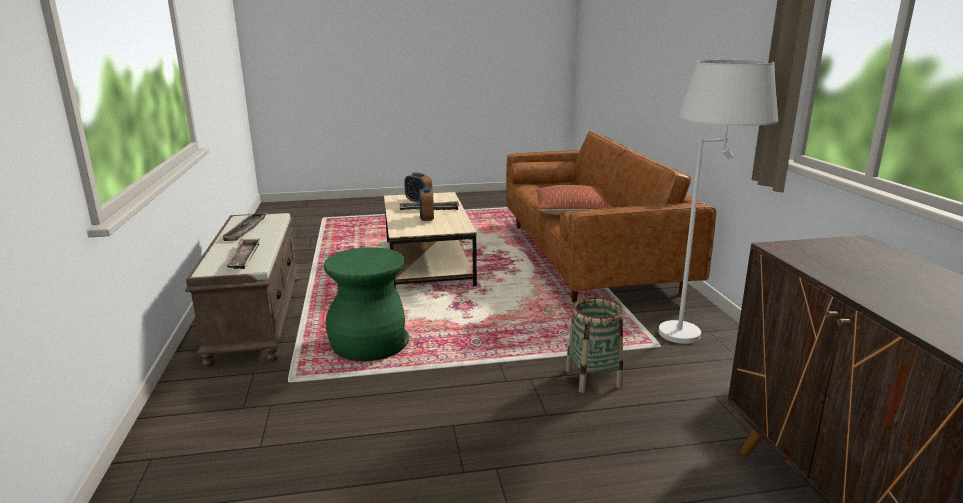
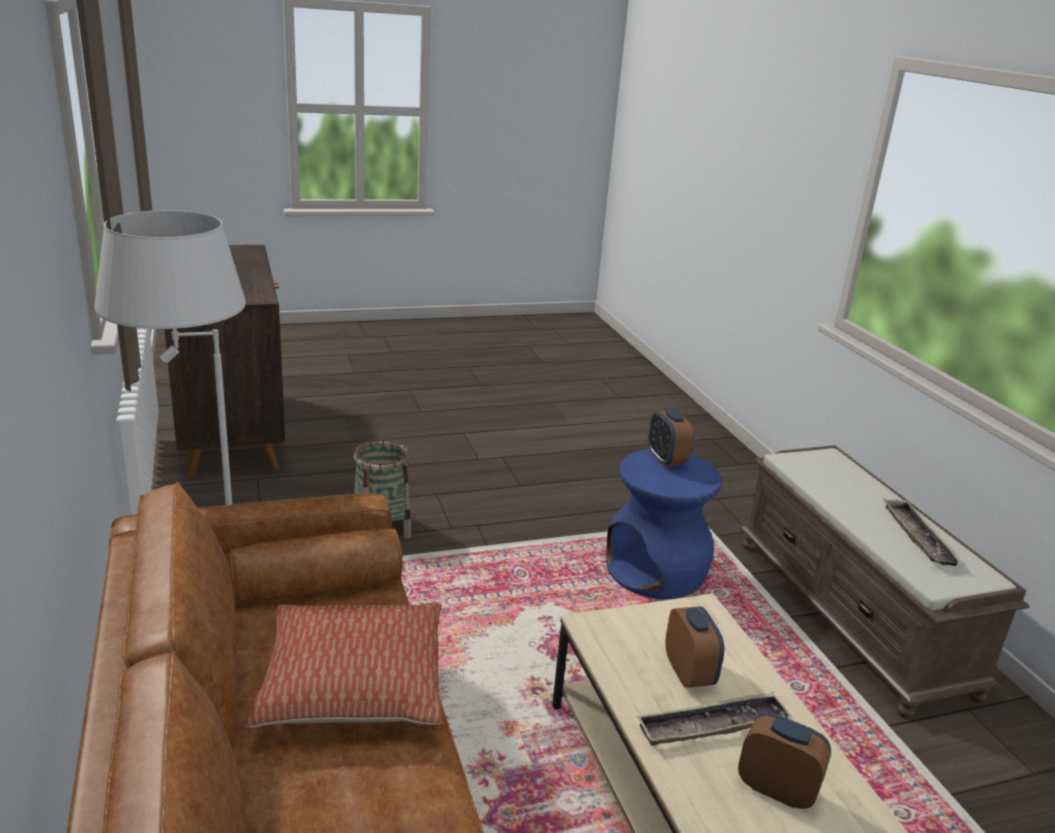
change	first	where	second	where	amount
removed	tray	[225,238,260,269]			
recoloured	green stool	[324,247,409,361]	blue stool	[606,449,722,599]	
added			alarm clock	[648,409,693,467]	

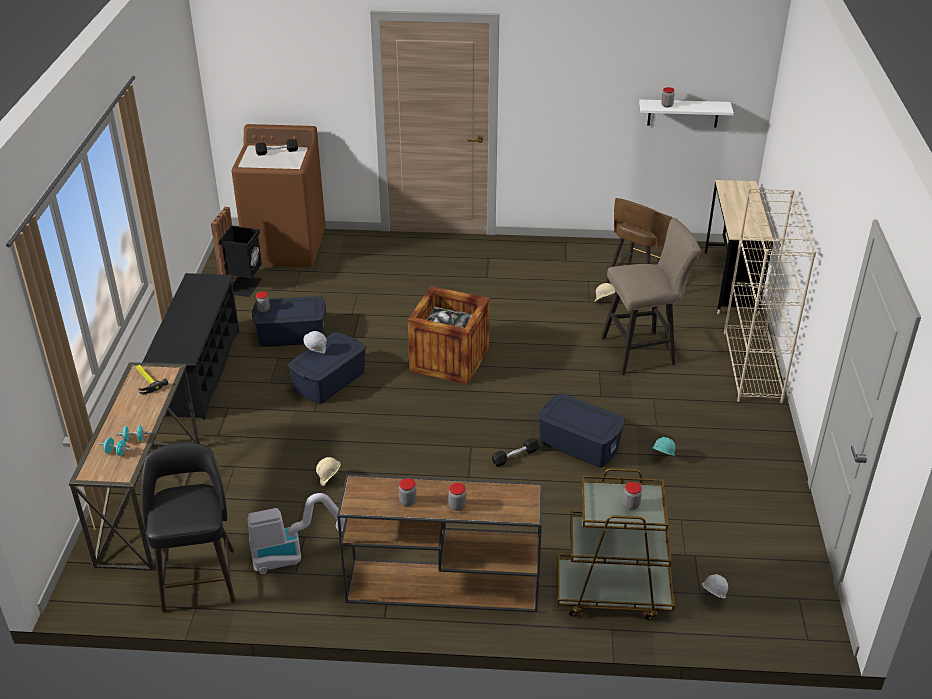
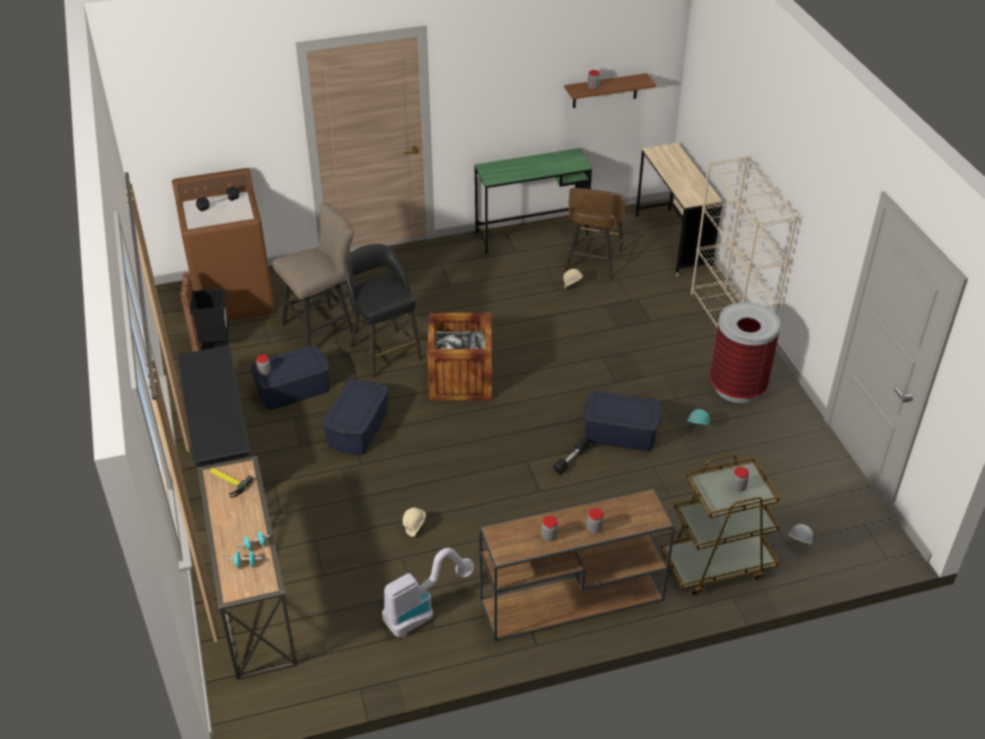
change	first	where	second	where	amount
recoloured	white shelf	[639,100,734,128]	brown shelf	[564,73,656,108]	
moved	beige stool	[601,218,701,375]		[273,202,354,347]	
removed	white hard hat	[303,331,327,354]			
moved	black stool	[141,442,236,612]		[345,244,422,378]	
added			green desk	[475,148,592,254]	
added			trash can	[710,302,781,403]	

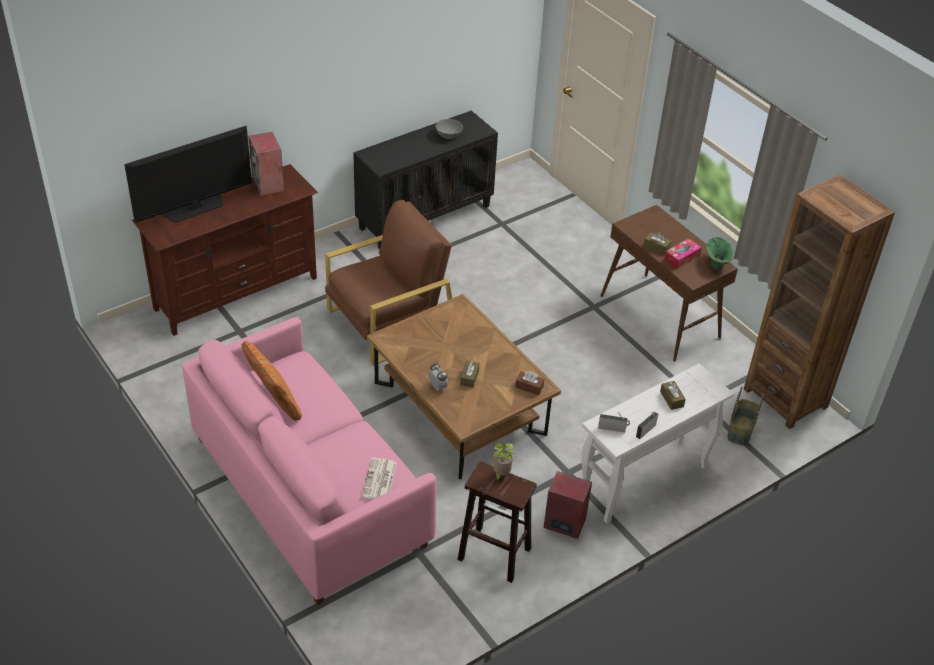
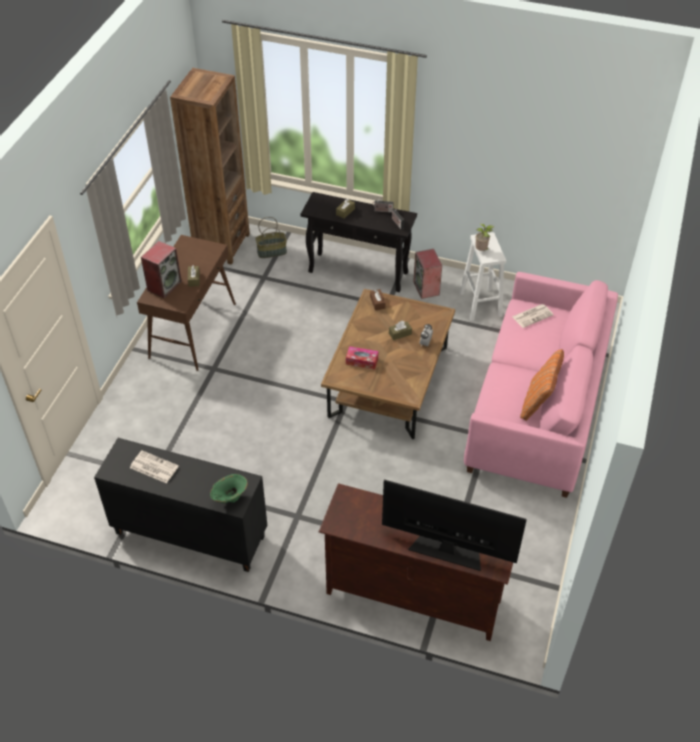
change	first	where	second	where	amount
replaced	grey bowl	[436,119,463,139]	newspaper	[130,450,179,483]	
moved	speaker	[248,132,284,196]		[141,241,182,298]	
removed	brown armchair	[325,200,452,366]			
moved	green vase	[706,237,734,269]		[210,474,248,503]	
moved	tissue box	[664,238,702,269]		[346,346,378,369]	
recoloured	white console table	[581,363,734,524]	black console table	[300,192,417,292]	
recoloured	brown stool	[457,461,537,583]	white stool	[460,232,506,321]	

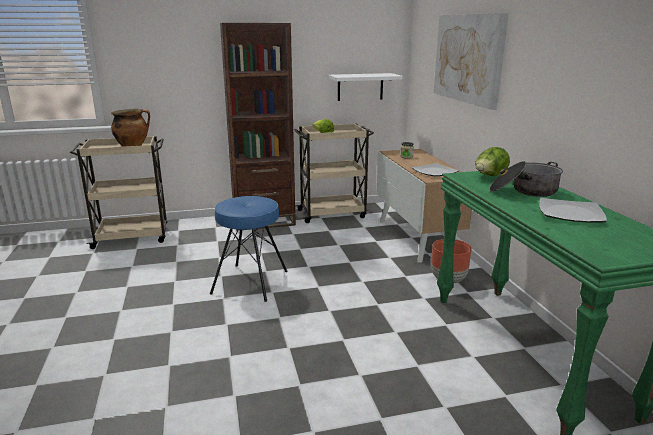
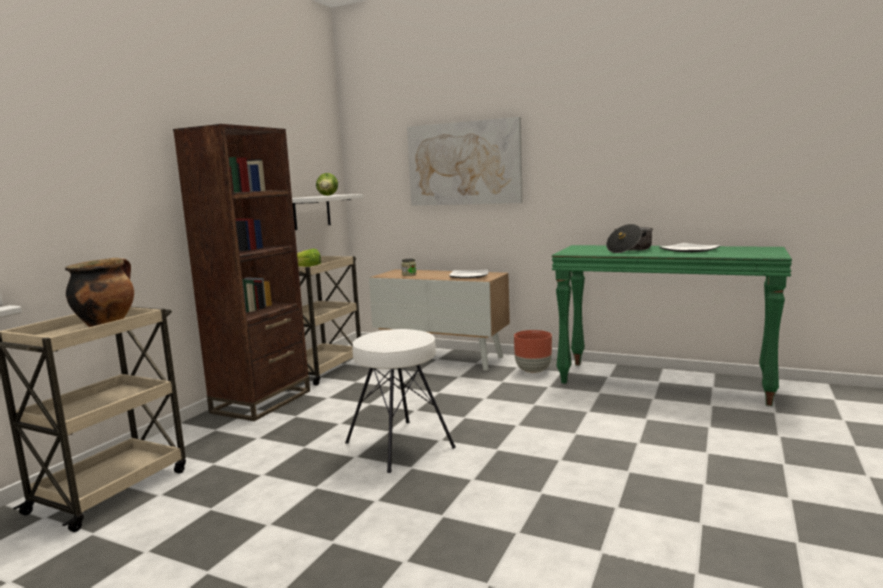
change	first	where	second	where	amount
moved	lettuce	[475,147,510,176]		[316,173,338,196]	
recoloured	blue stool	[210,196,288,302]	white stool	[345,329,456,473]	

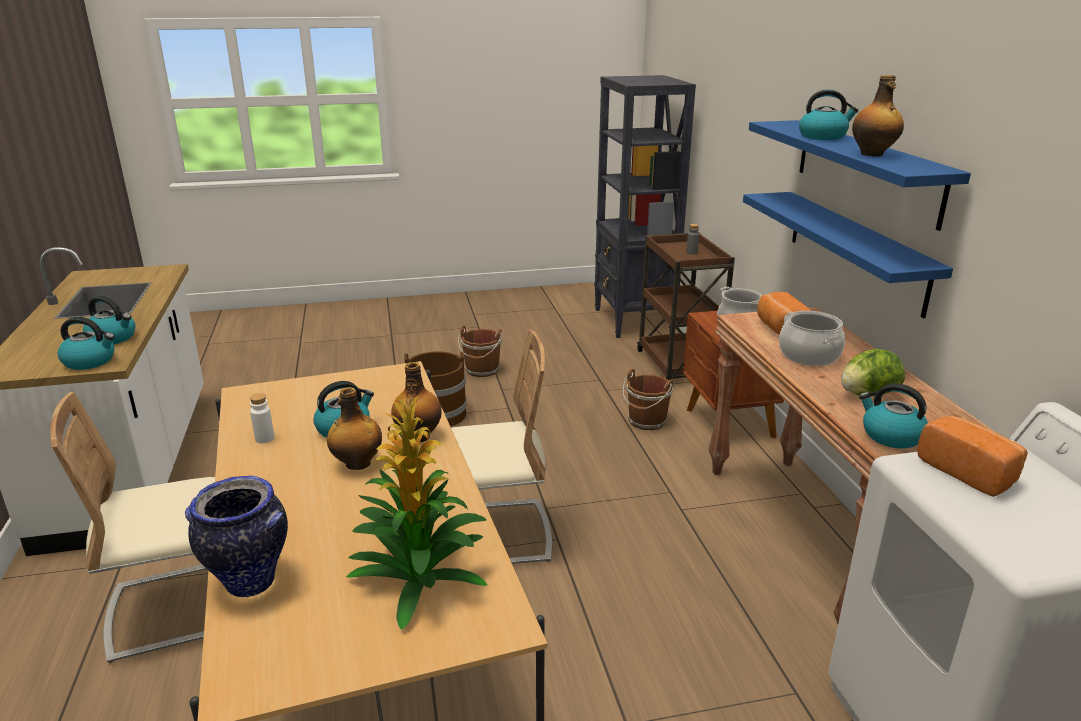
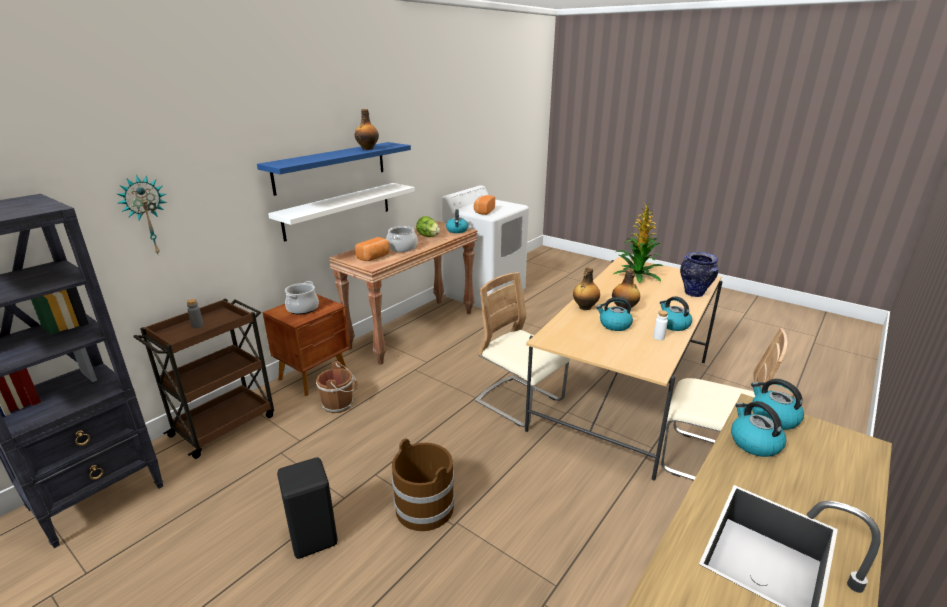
change	first	where	second	where	amount
moved	kettle	[799,90,859,140]		[660,296,692,331]	
recoloured	blue shelf	[743,192,953,318]	white shelf	[268,183,415,242]	
replaced	brown bucket	[458,326,502,377]	black stool	[277,457,338,559]	
added			wall clock	[117,175,167,256]	

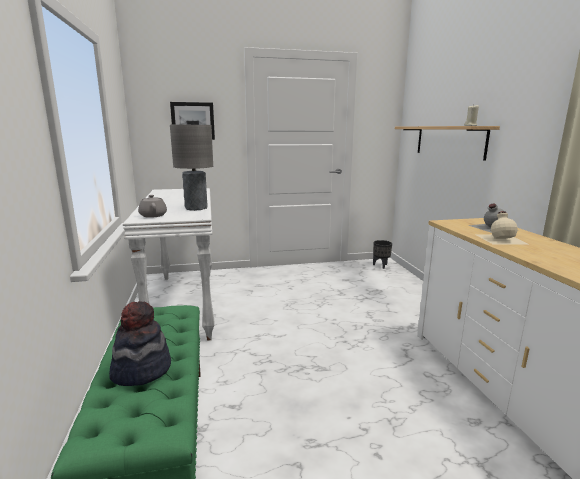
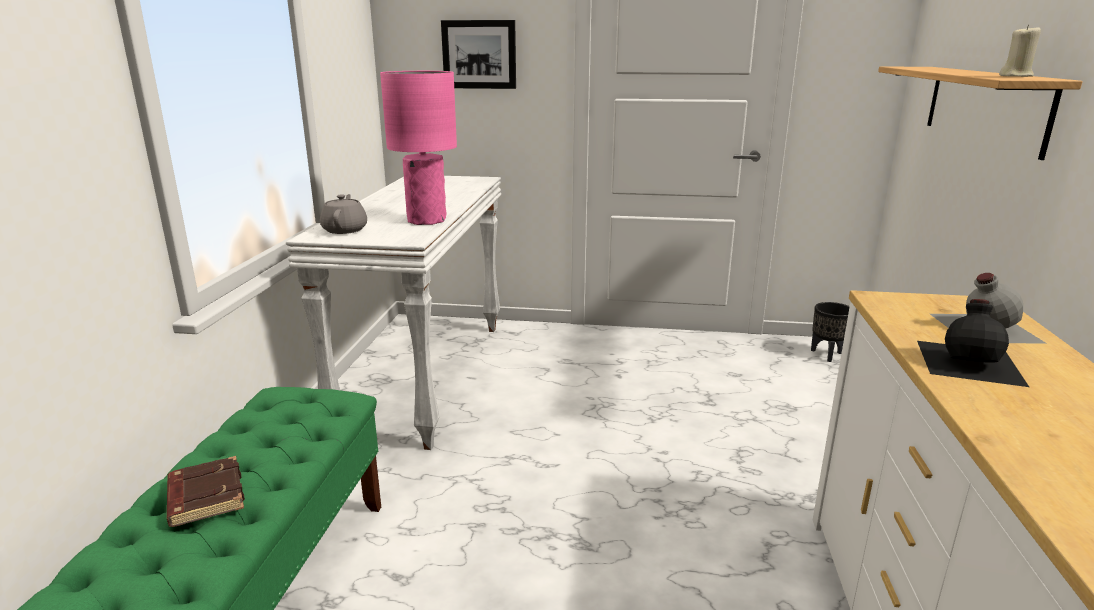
change	first	where	second	where	amount
recoloured	grey table lamp	[170,125,213,211]	pink table lamp	[380,71,457,225]	
recoloured	beige bottle	[477,211,530,245]	black bottle	[917,299,1029,387]	
replaced	hat	[109,301,171,386]	brown book	[167,456,245,527]	

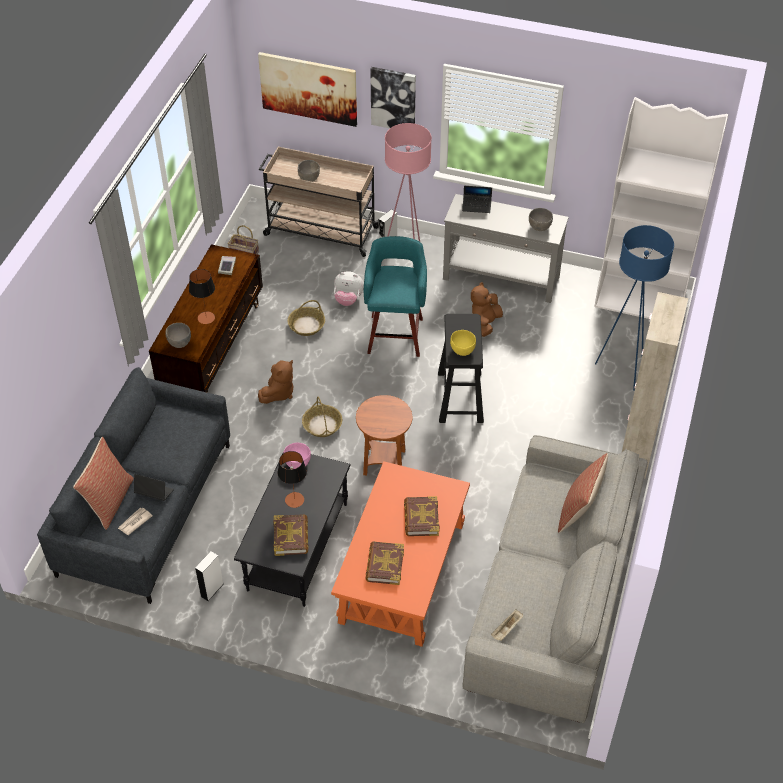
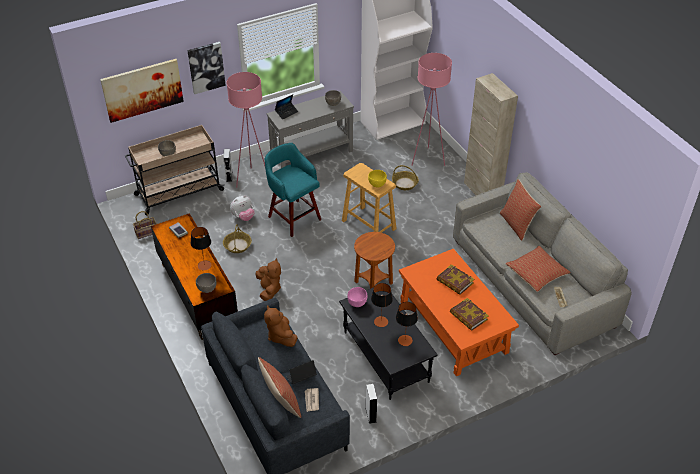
change	first	where	second	where	amount
recoloured	blue floor lamp	[595,225,674,391]	pink floor lamp	[411,53,452,166]	
moved	brown plush toy	[471,282,503,337]		[264,306,298,347]	
recoloured	black stool	[438,314,484,423]	beige stool	[342,163,397,233]	
moved	basket	[302,397,342,437]		[392,165,419,190]	
replaced	book	[273,514,309,556]	table lamp	[396,302,418,346]	
added			pillow	[505,246,571,292]	

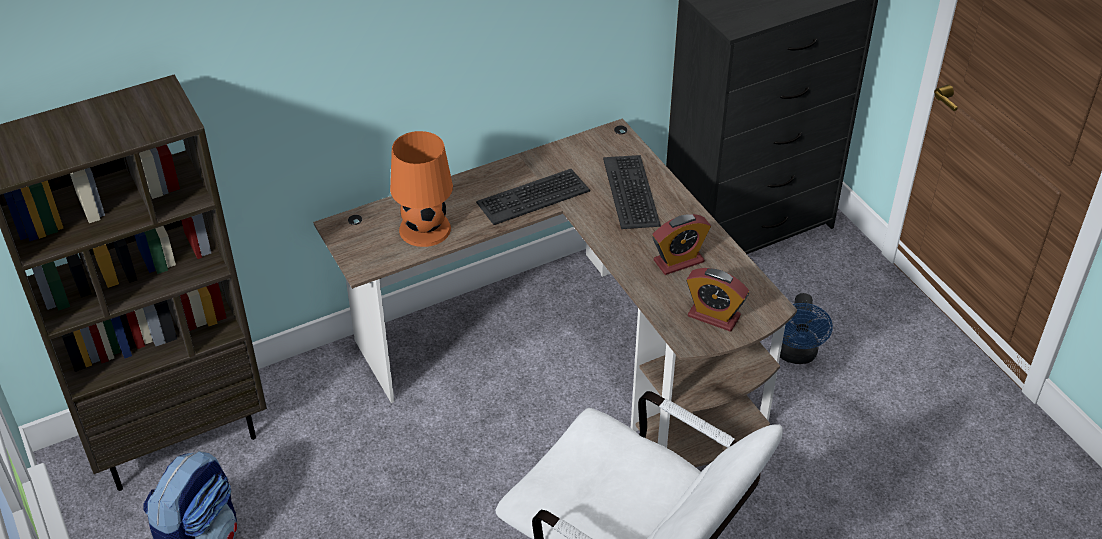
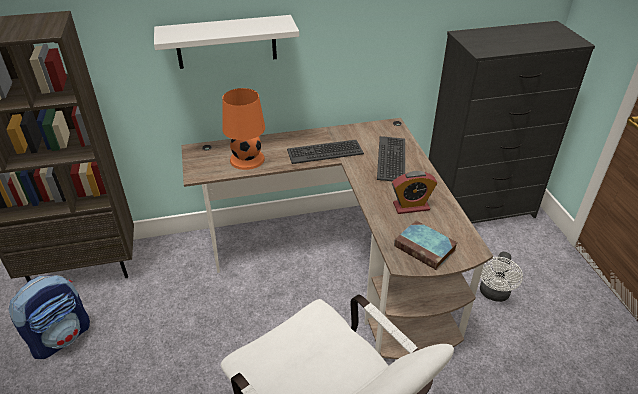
change	first	where	second	where	amount
replaced	alarm clock	[686,268,749,332]	book	[394,220,458,270]	
recoloured	blue fan	[780,293,833,364]	white fan	[480,252,523,302]	
added			white shelf	[154,15,299,69]	

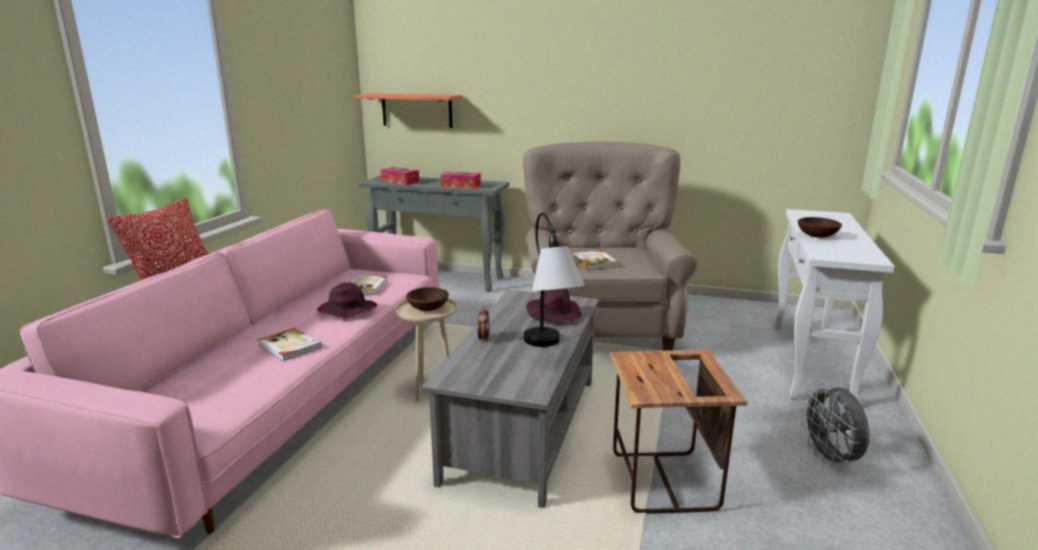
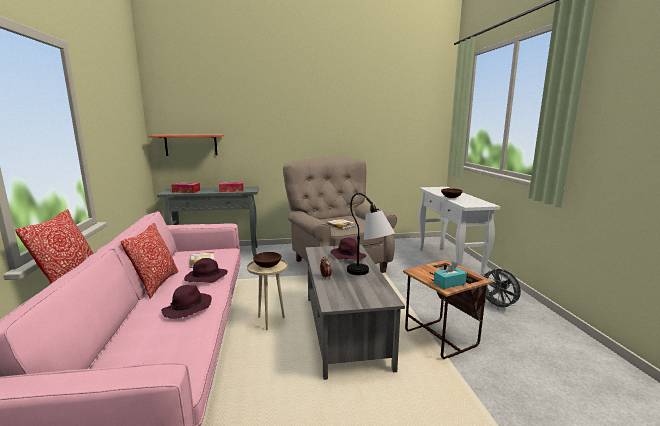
change	first	where	second	where	amount
replaced	book	[257,327,322,361]	purple hat	[161,285,212,319]	
added			pillow	[121,223,179,298]	
added			turquoise tissue box	[434,261,467,289]	

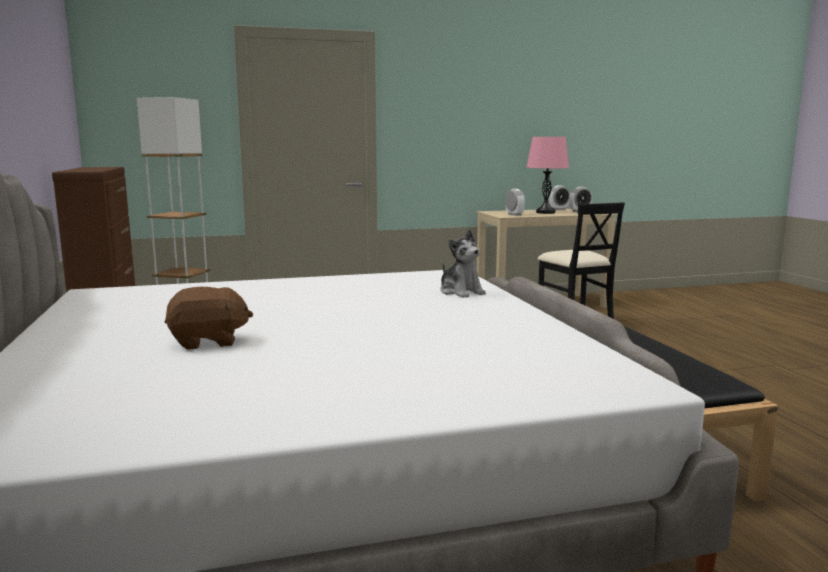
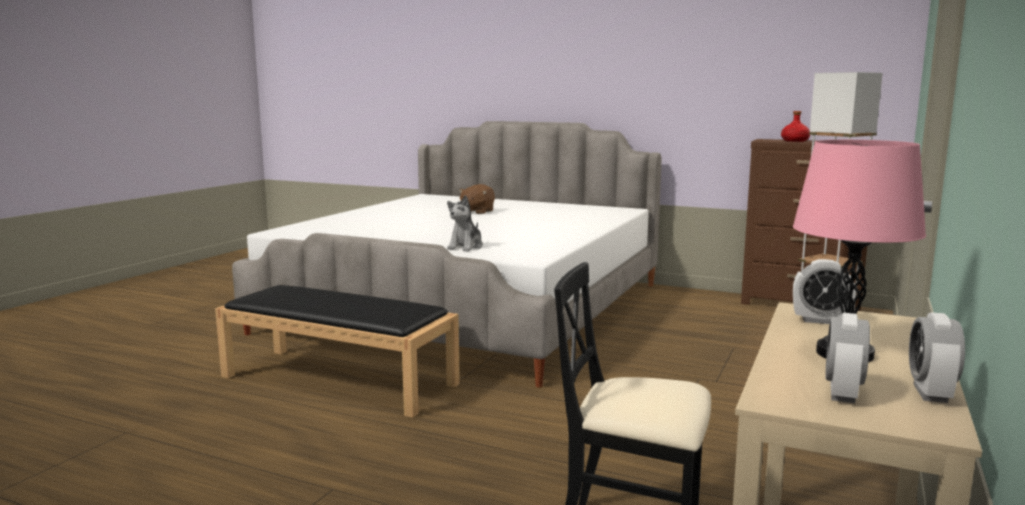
change	first	where	second	where	amount
turned	plush toy	[440,229,486,298]		[447,195,483,251]	75 degrees counterclockwise
added			red bottle	[781,111,810,142]	

